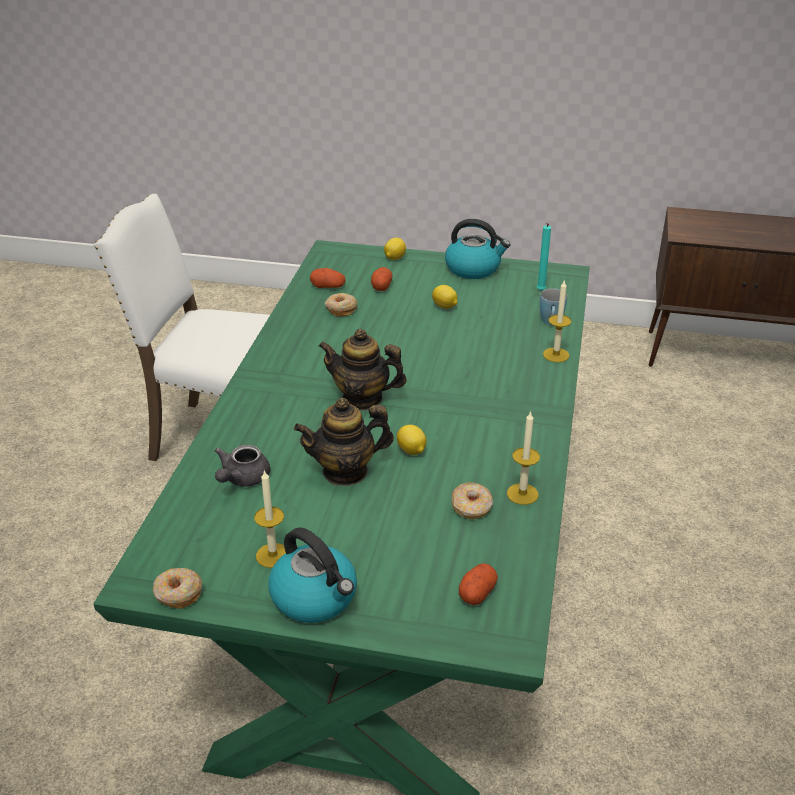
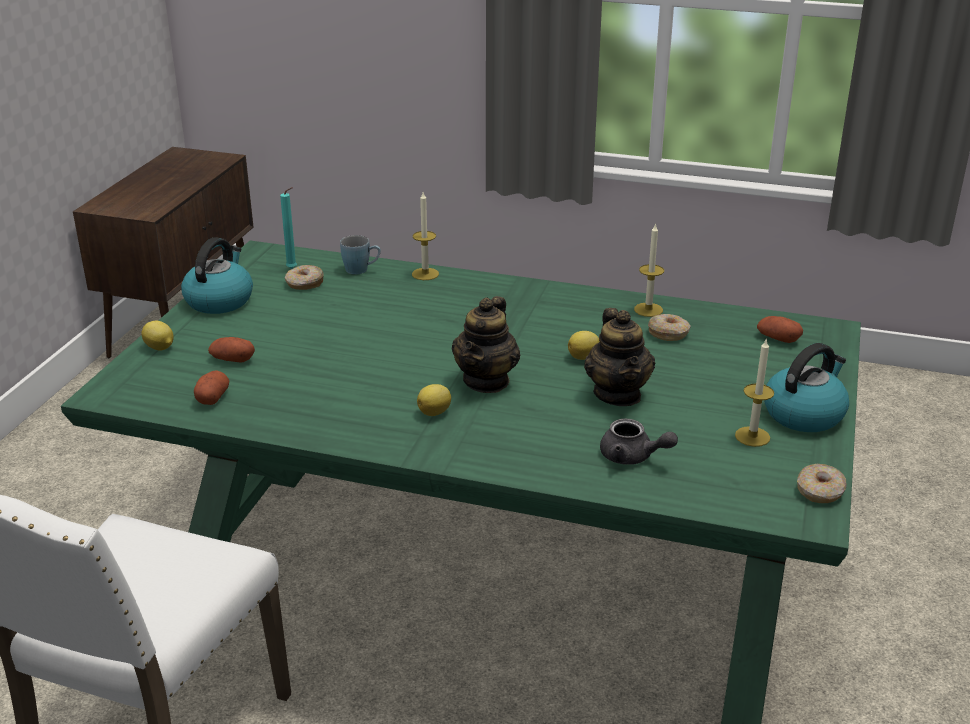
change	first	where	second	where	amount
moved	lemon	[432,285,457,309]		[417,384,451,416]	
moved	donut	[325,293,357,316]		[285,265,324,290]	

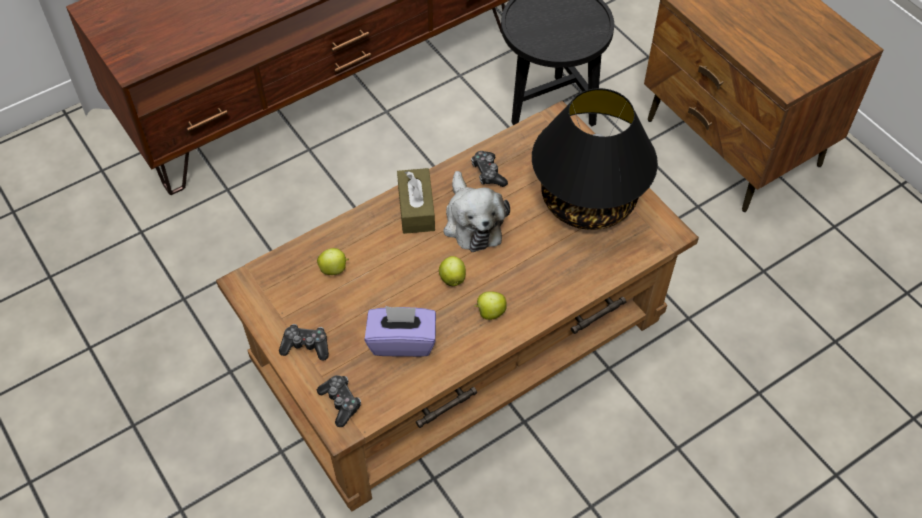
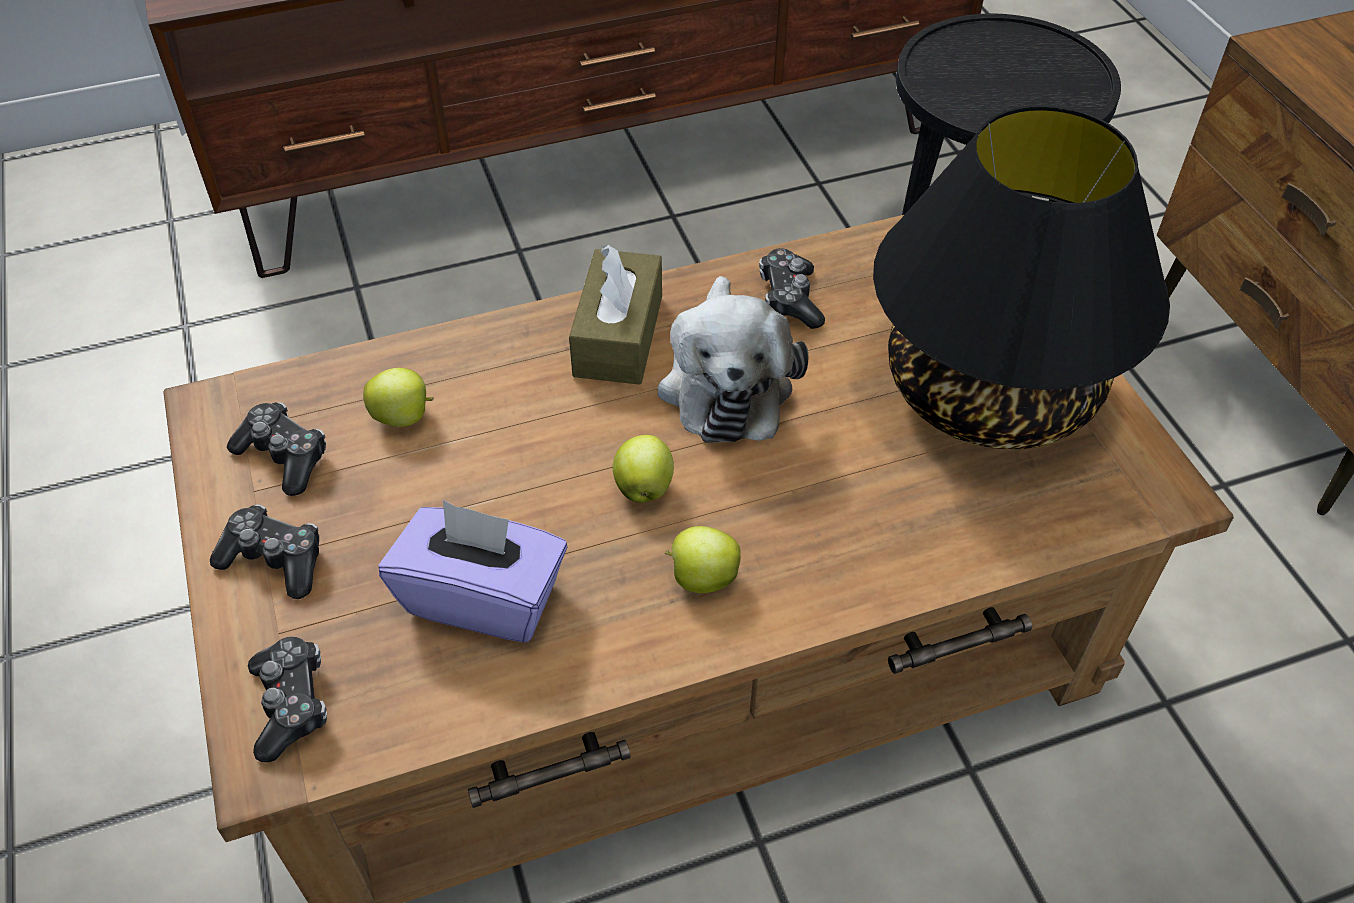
change	first	where	second	where	amount
added			game controller	[227,402,326,496]	

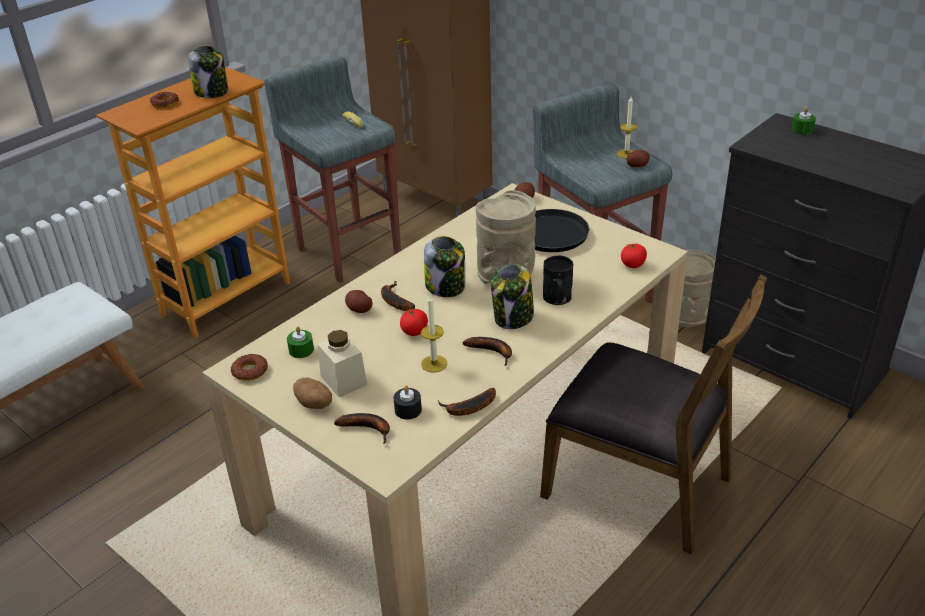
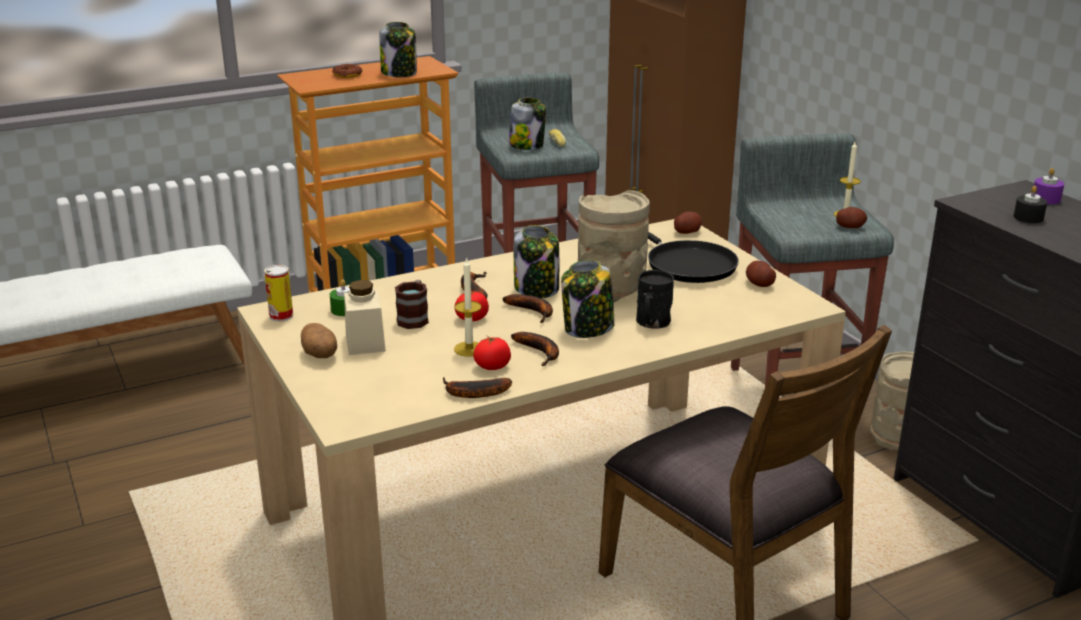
change	first	where	second	where	amount
recoloured	green candle	[792,106,816,135]	purple candle	[1034,168,1064,204]	
moved	tomato	[621,243,647,268]		[473,336,511,370]	
moved	potato	[345,290,372,313]		[746,261,776,287]	
replaced	donut	[231,354,268,381]	can	[264,265,293,322]	
moved	black candle	[394,385,422,420]		[1014,186,1047,223]	
moved	banana	[334,413,390,444]		[503,294,553,323]	
added			jar	[509,98,546,150]	
added			mug	[395,280,429,329]	

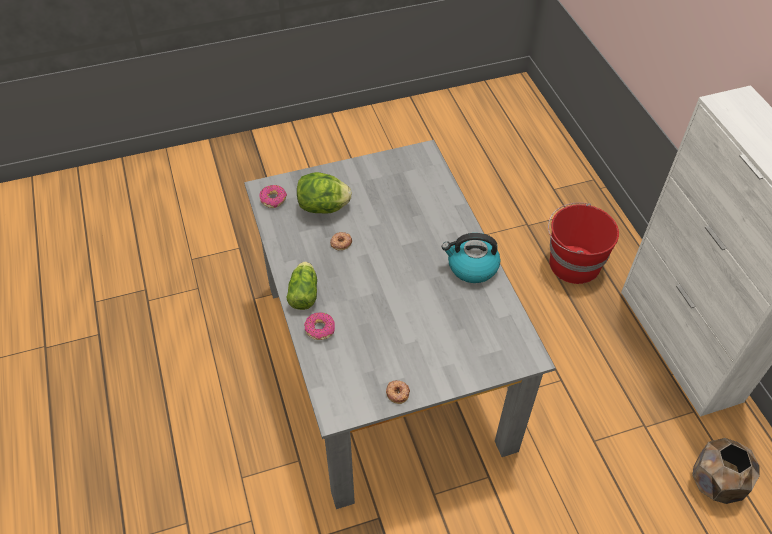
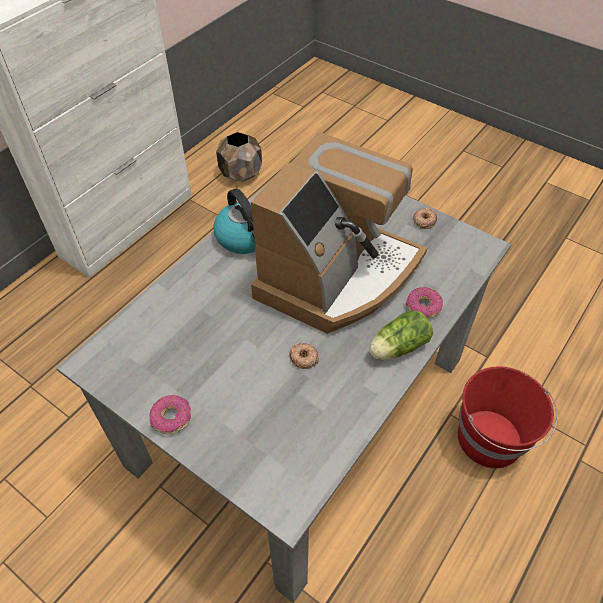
change	first	where	second	where	amount
removed	lettuce	[297,172,352,214]			
moved	donut	[259,185,287,208]		[150,395,191,435]	
moved	red bucket	[548,202,619,284]		[458,367,558,469]	
added			coffee machine	[251,132,427,334]	

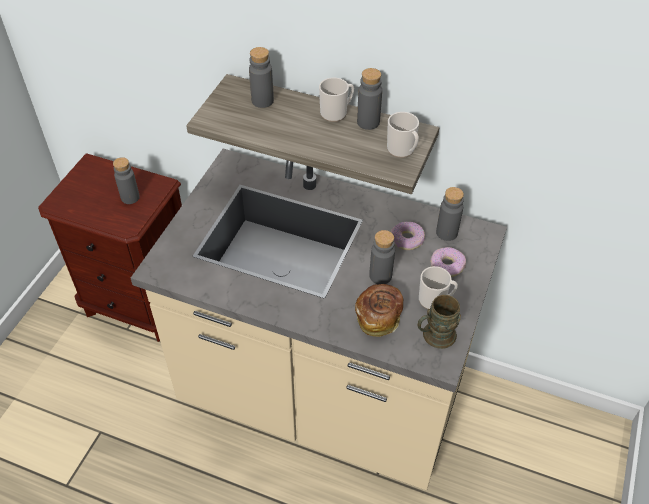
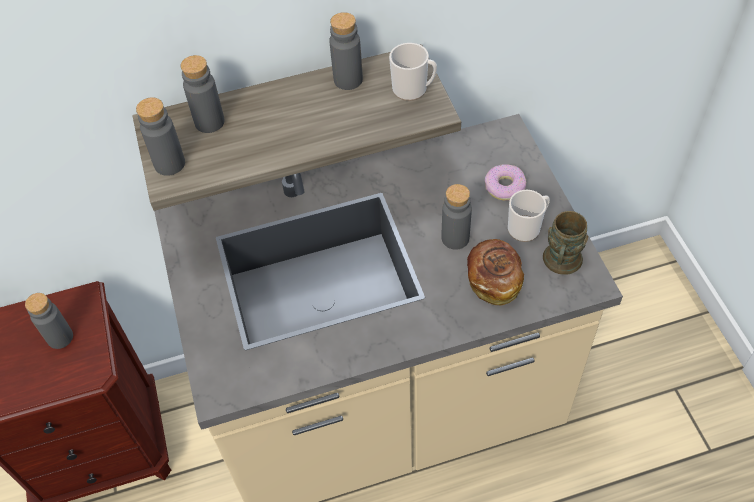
change	first	where	second	where	amount
removed	mug	[319,78,354,122]			
moved	grey bottle	[436,187,464,241]		[136,97,185,176]	
removed	donut	[391,222,425,250]			

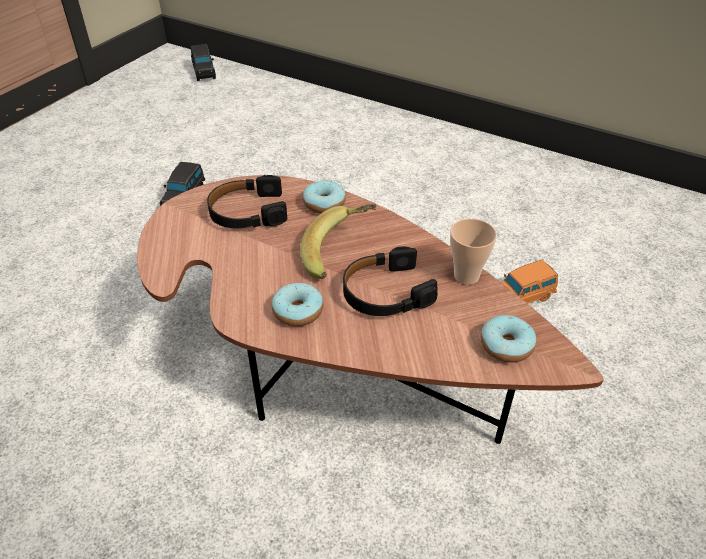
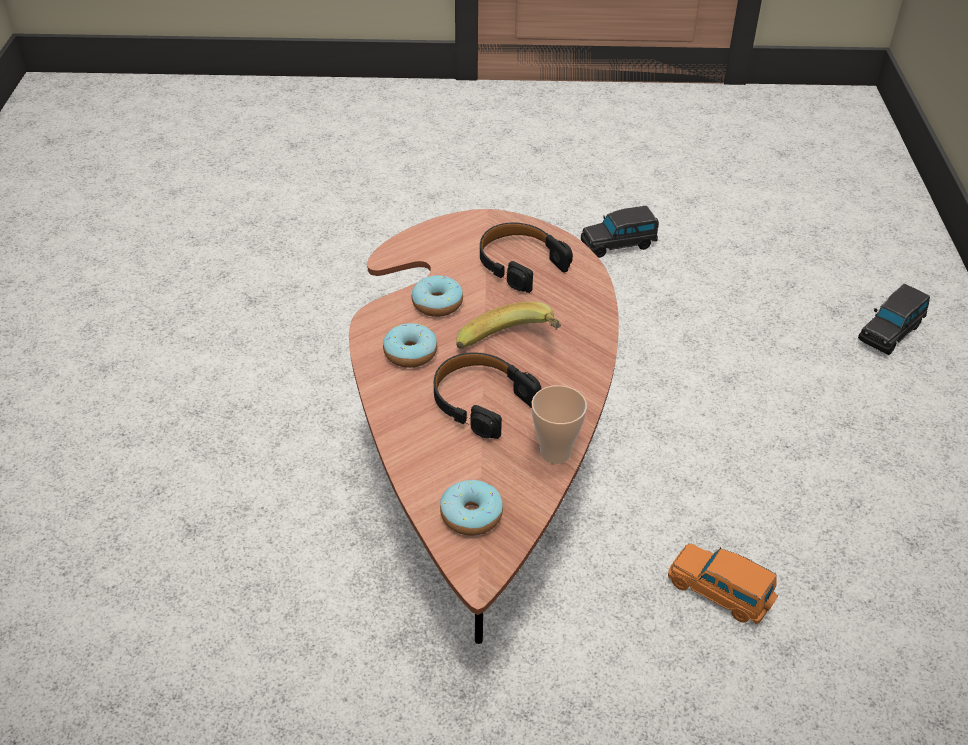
change	first	where	second	where	amount
moved	black toy car	[191,44,216,81]		[858,284,930,355]	
moved	donut	[303,180,346,214]		[412,275,463,317]	

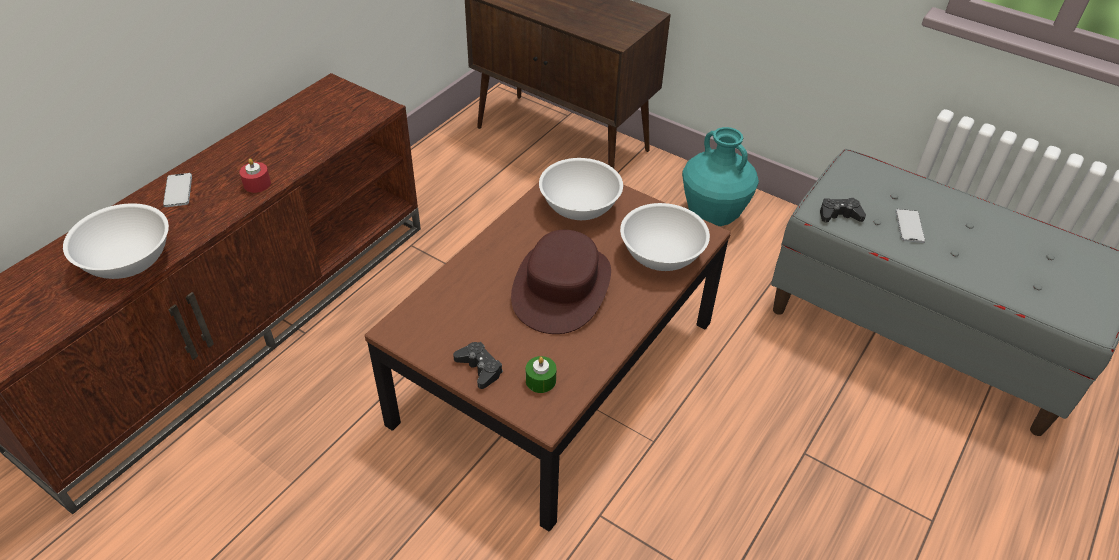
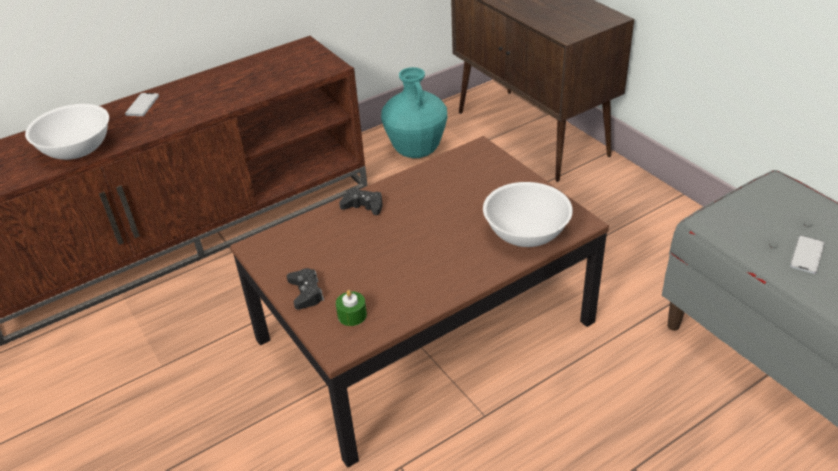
change	first	where	second	where	amount
moved	turquoise vase	[682,127,759,226]		[381,67,447,158]	
removed	red candle	[240,158,271,193]			
removed	white bowl	[539,158,623,220]			
moved	black game controller	[820,198,866,223]		[339,188,383,215]	
removed	brown hat	[511,230,611,334]			

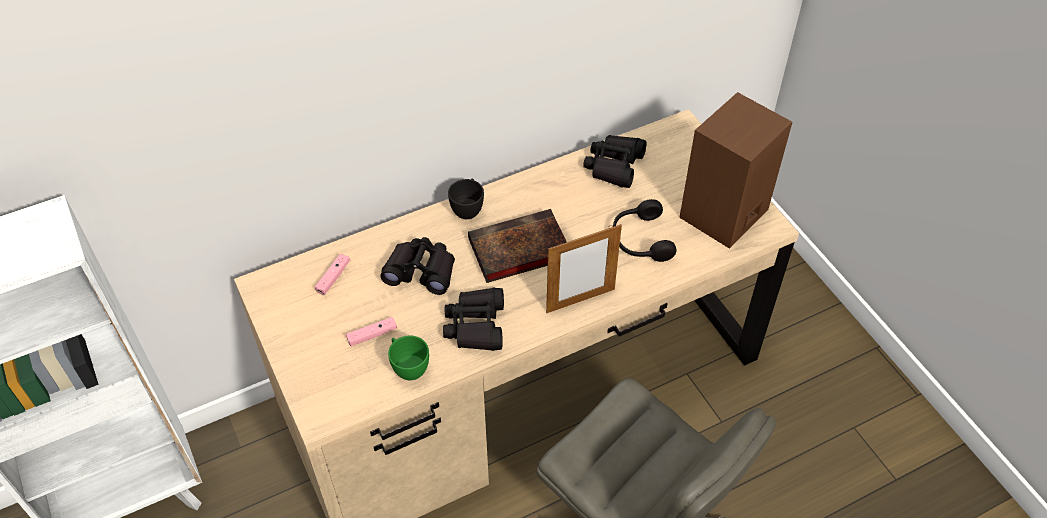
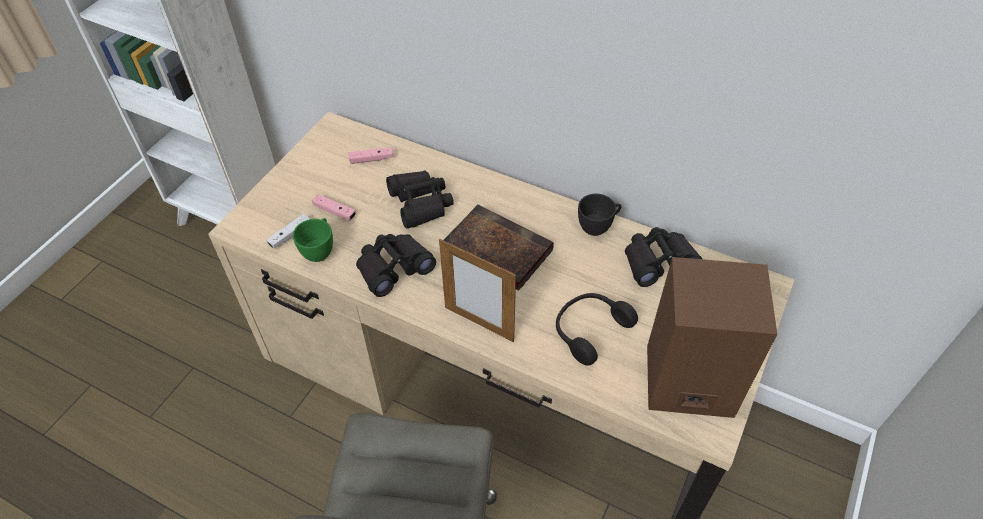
change	first	where	second	where	amount
moved	black cup	[448,178,484,219]		[578,194,621,236]	
added			white game controller	[267,214,310,249]	

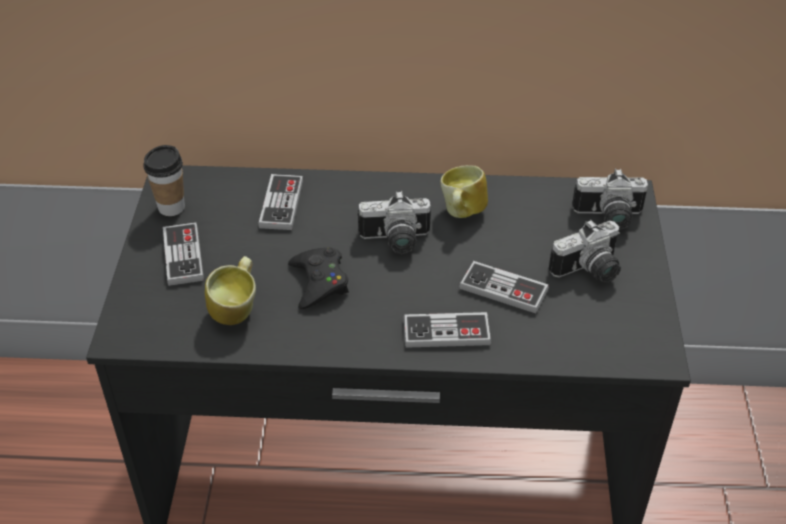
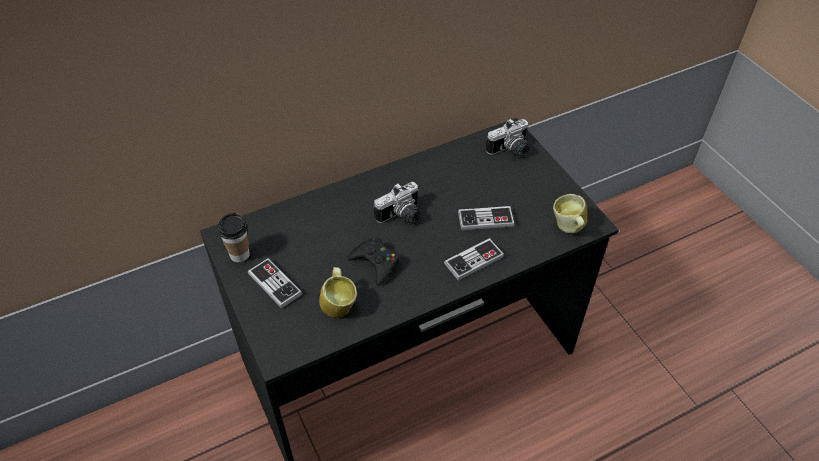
change	first	where	second	where	amount
moved	mug	[440,165,488,218]		[553,194,587,233]	
removed	game controller	[258,174,303,230]			
removed	photo camera	[549,219,621,283]			

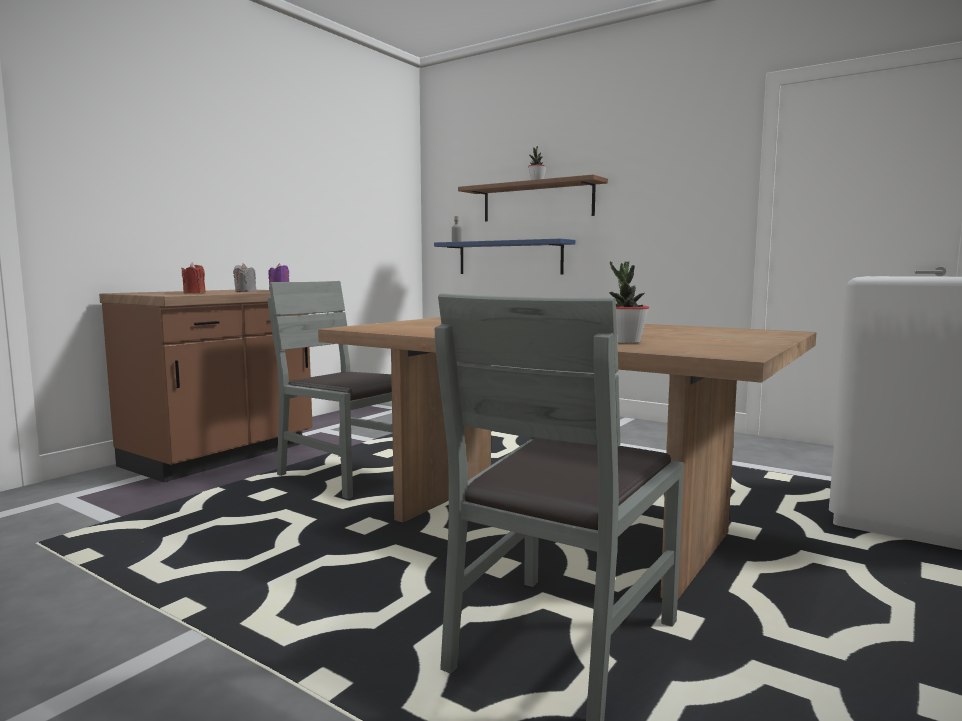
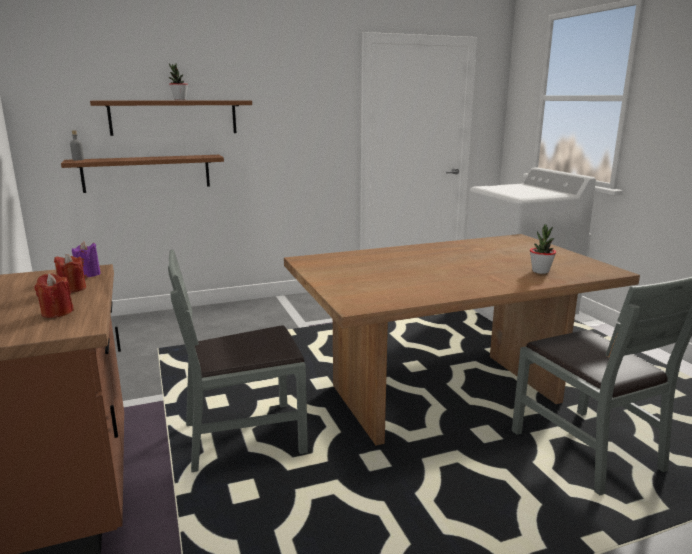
change	first	where	second	where	amount
recoloured	blue shelf	[434,239,575,274]	brown shelf	[61,155,224,193]	
recoloured	grey candle	[233,263,256,292]	red candle	[54,254,86,293]	

